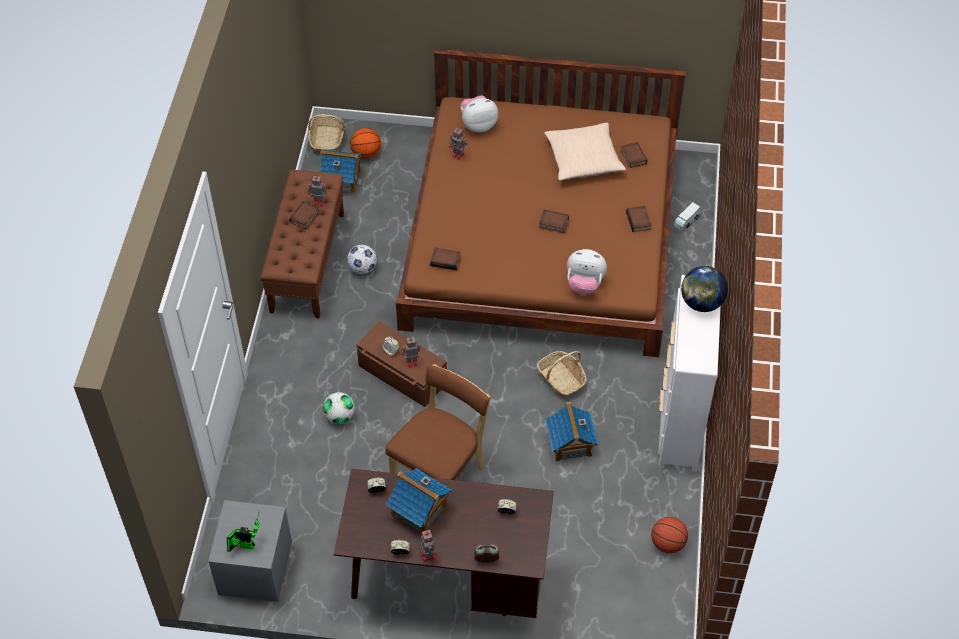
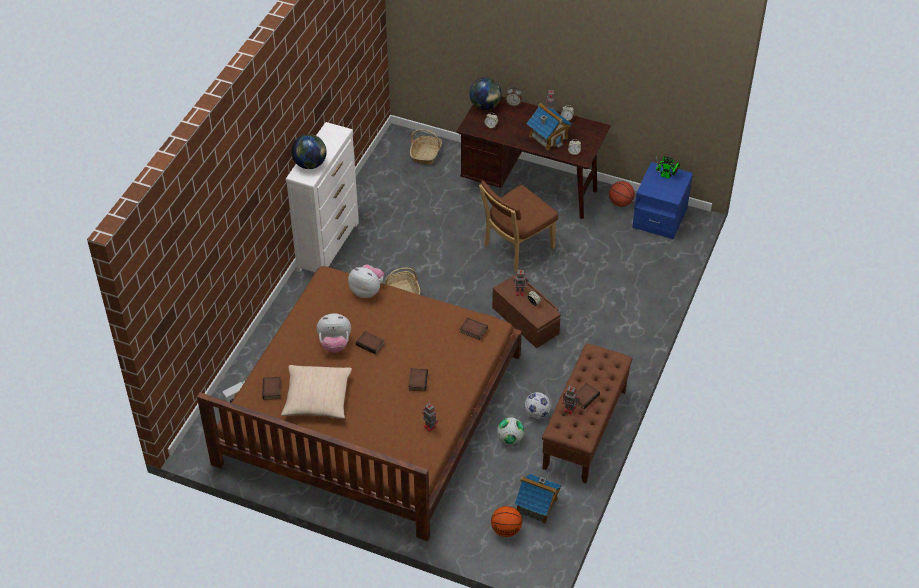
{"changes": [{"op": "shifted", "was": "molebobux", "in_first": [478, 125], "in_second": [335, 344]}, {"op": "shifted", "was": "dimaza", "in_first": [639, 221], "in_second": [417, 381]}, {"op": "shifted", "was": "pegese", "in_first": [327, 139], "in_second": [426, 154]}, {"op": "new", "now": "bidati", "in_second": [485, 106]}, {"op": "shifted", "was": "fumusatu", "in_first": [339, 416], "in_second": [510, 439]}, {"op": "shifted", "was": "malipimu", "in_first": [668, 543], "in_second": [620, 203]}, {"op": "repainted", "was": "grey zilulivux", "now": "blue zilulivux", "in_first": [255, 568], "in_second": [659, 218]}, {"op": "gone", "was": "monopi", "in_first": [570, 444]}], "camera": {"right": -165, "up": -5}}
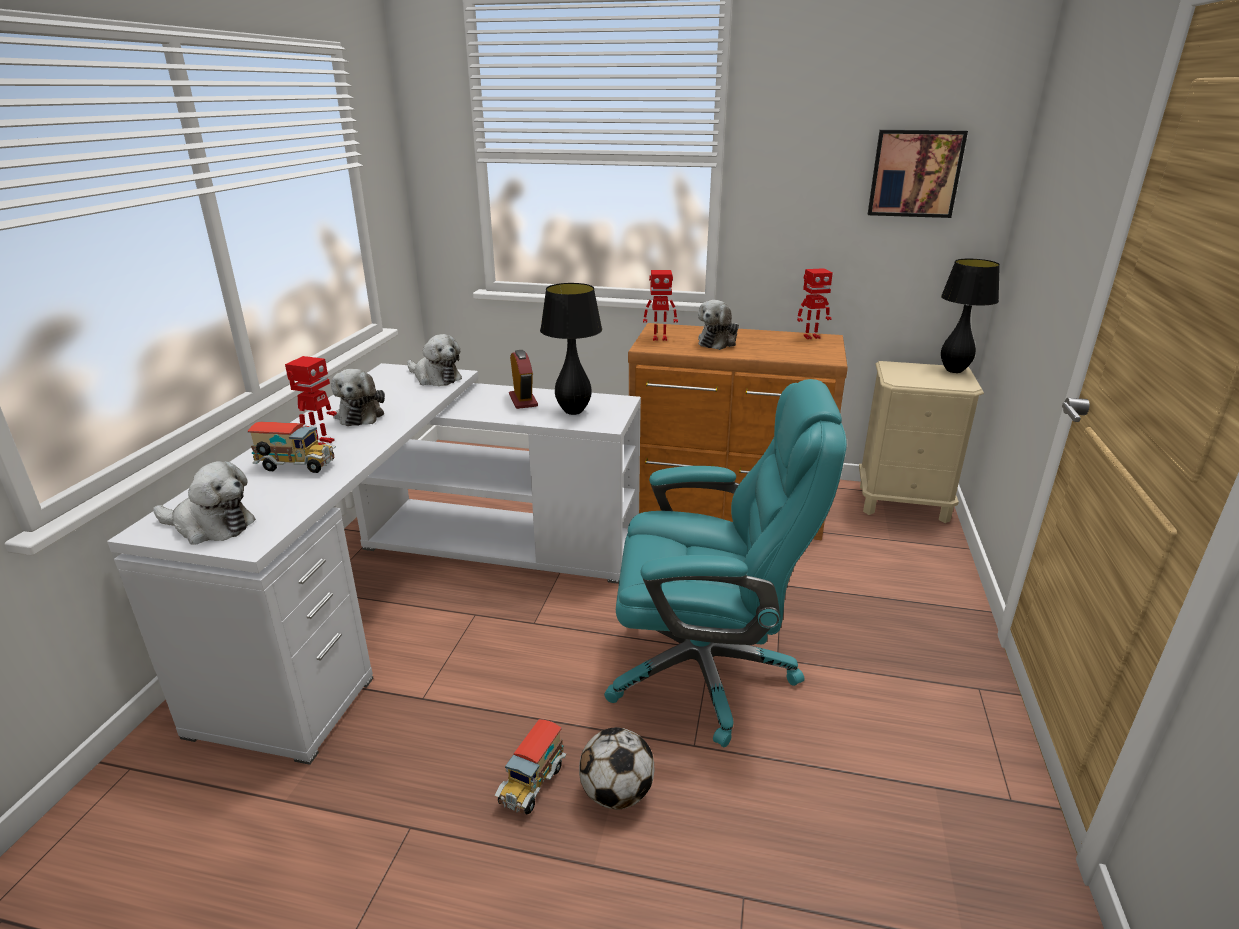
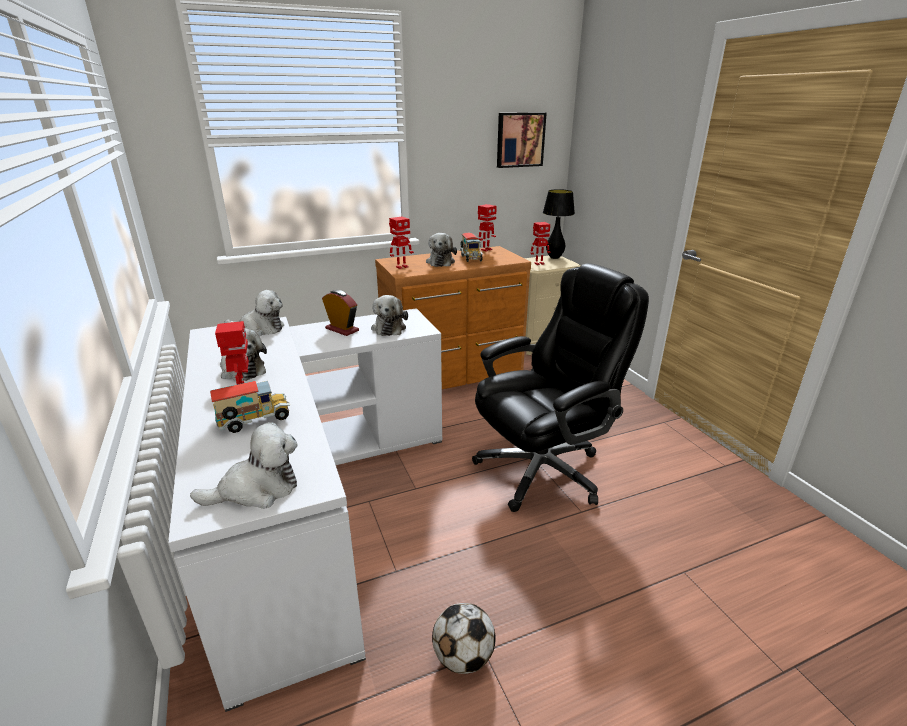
{"changes": [{"op": "swapped", "was": "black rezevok", "now": "molebobux", "in_first": [573, 411], "in_second": [389, 327]}, {"op": "shifted", "was": "fumusatu", "in_first": [616, 794], "in_second": [463, 657]}, {"op": "shifted", "was": "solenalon", "in_first": [531, 784], "in_second": [470, 258]}, {"op": "repainted", "was": "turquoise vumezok", "now": "black vumezok", "in_first": [705, 670], "in_second": [543, 469]}, {"op": "new", "now": "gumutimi", "in_second": [539, 263]}], "camera": {"right": -35, "up": 0}}
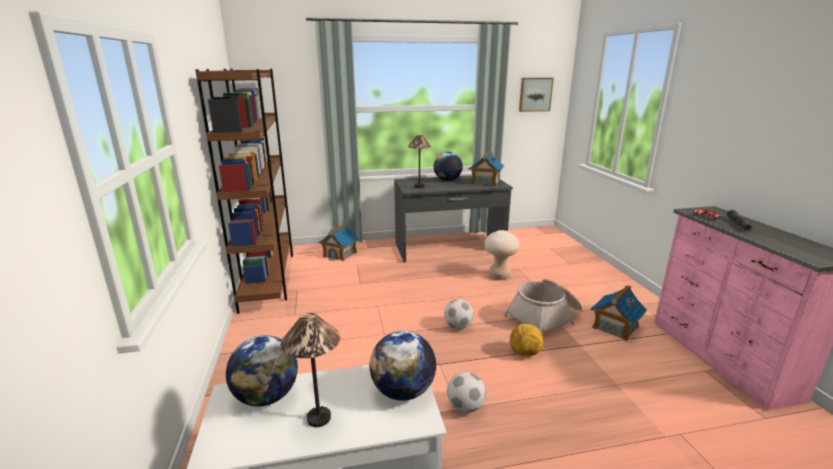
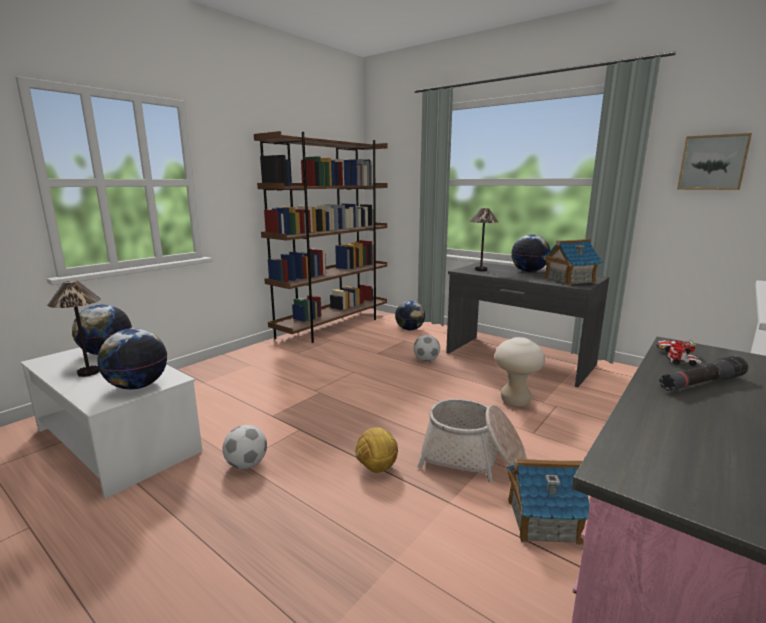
{"changes": [{"op": "swapped", "was": "monopi", "now": "bidati", "in_first": [340, 254], "in_second": [409, 329]}, {"op": "shifted", "was": "fumusatu", "in_first": [458, 326], "in_second": [426, 360]}], "camera": {"right": 50, "up": -5}}
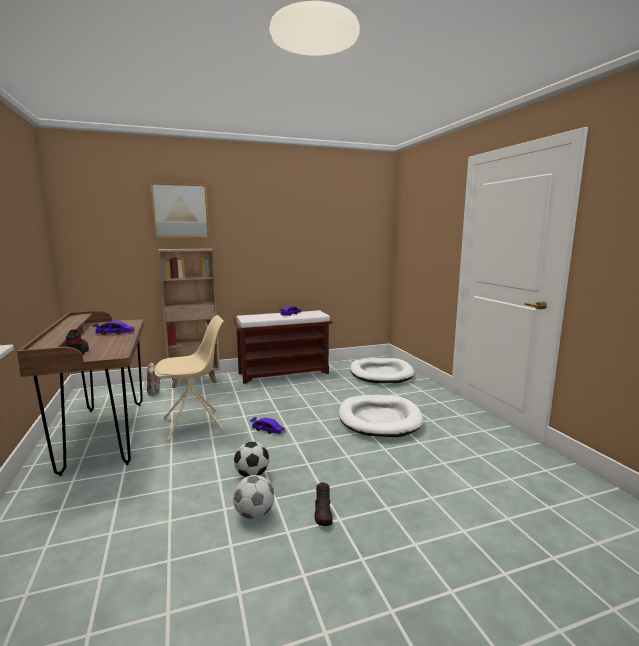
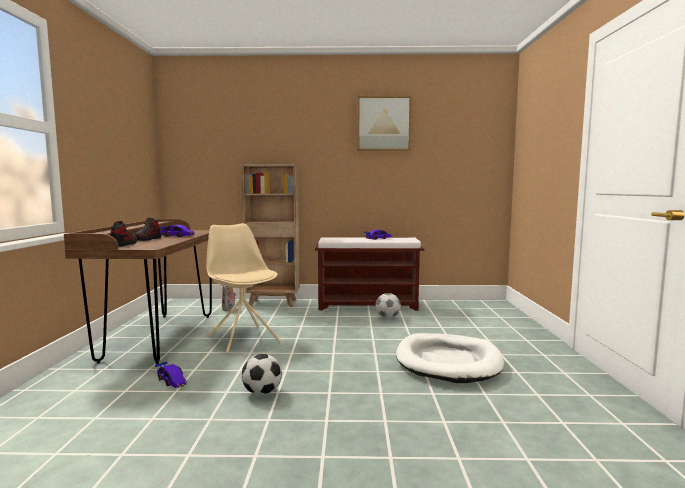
{"changes": [{"op": "shifted", "was": "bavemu", "in_first": [323, 513], "in_second": [147, 239]}, {"op": "shifted", "was": "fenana", "in_first": [267, 430], "in_second": [171, 381]}, {"op": "rotated", "was": "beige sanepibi", "in_first": [194, 424], "in_second": [243, 339], "clockwise": -120}, {"op": "shifted", "was": "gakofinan", "in_first": [180, 210], "in_second": [383, 124]}, {"op": "shifted", "was": "fumusatu", "in_first": [254, 514], "in_second": [388, 318]}, {"op": "gone", "was": "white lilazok", "in_first": [381, 373]}], "camera": {"right": 20, "up": -5}}
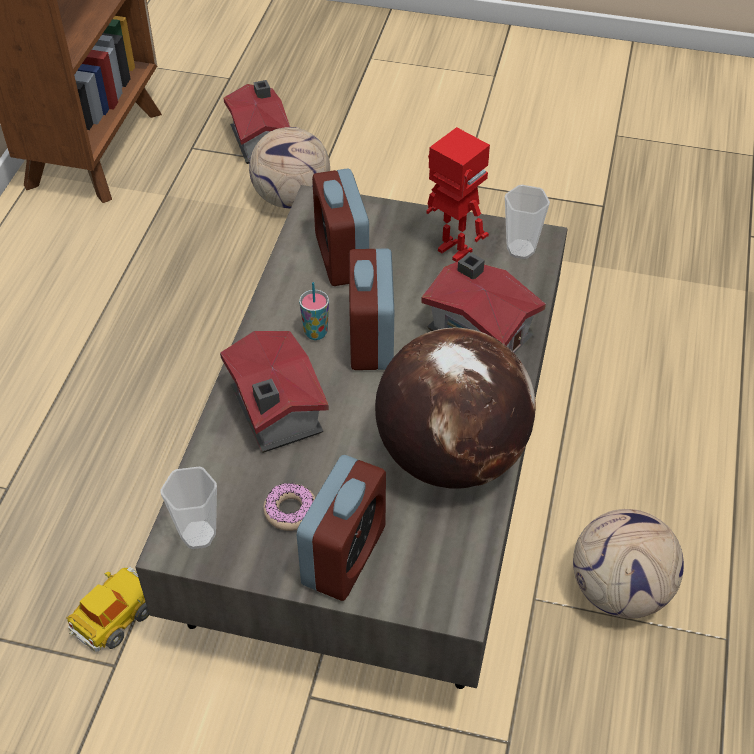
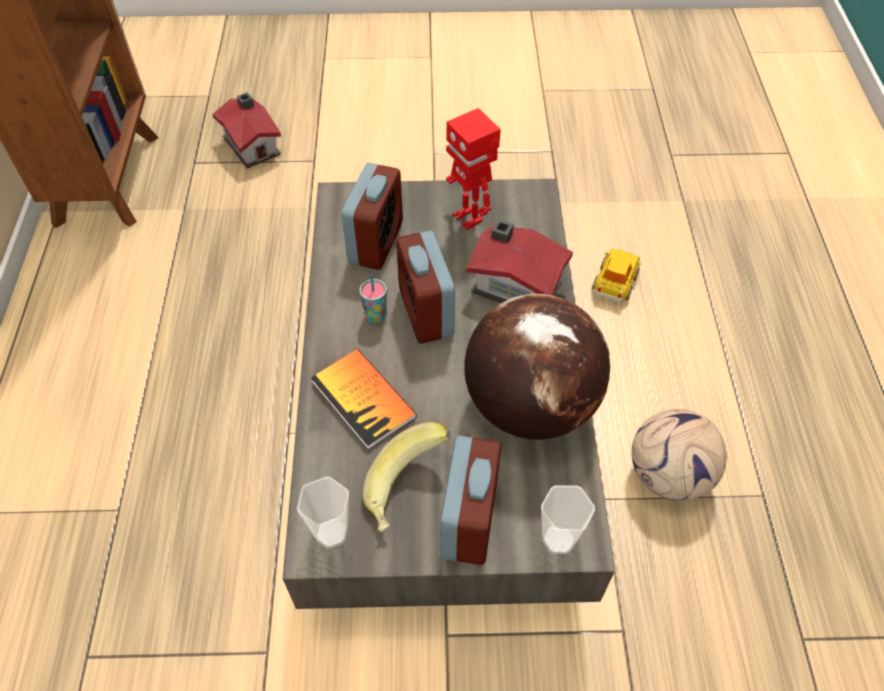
{"changes": [{"op": "swapped", "was": "monopi", "now": "dimaza", "in_first": [274, 413], "in_second": [363, 399]}, {"op": "rotated", "was": "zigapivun", "in_first": [341, 258], "in_second": [376, 242], "clockwise": -135}, {"op": "swapped", "was": "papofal", "now": "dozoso", "in_first": [290, 511], "in_second": [408, 489]}, {"op": "rotated", "was": "gumutimi", "in_first": [453, 251], "in_second": [469, 218], "clockwise": -150}, {"op": "shifted", "was": "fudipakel", "in_first": [520, 249], "in_second": [558, 539]}, {"op": "shifted", "was": "fenana", "in_first": [115, 616], "in_second": [615, 282]}, {"op": "gone", "was": "fumusatu", "in_first": [290, 198]}], "camera": {"right": -15, "up": 5}}
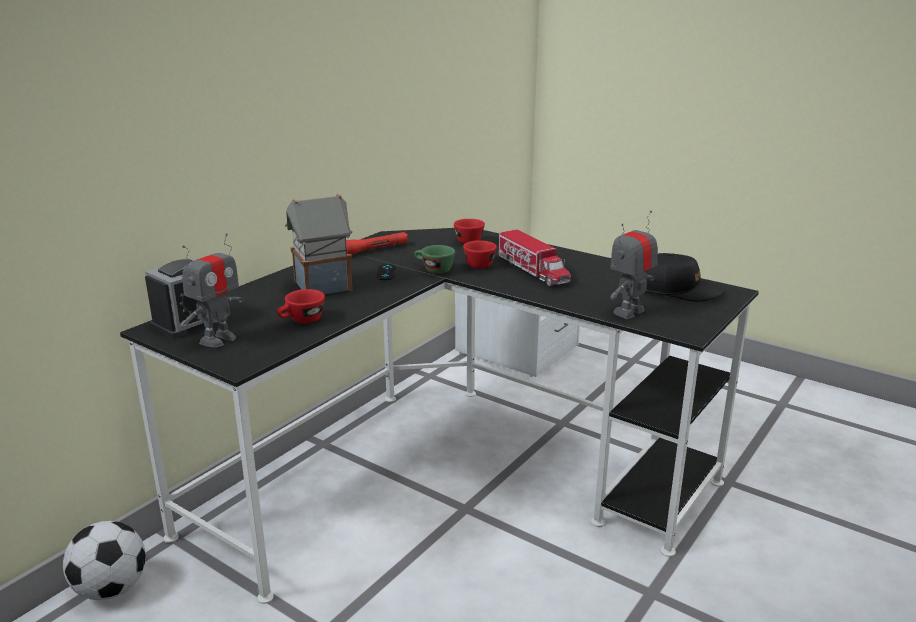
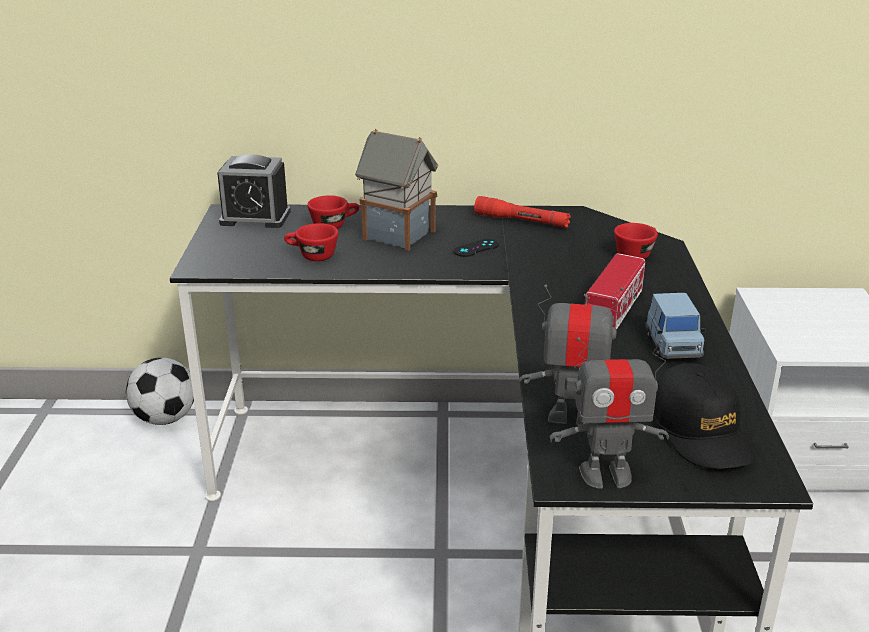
{"changes": [{"op": "shifted", "was": "red fudipakel", "in_first": [480, 264], "in_second": [334, 225]}, {"op": "shifted", "was": "gumutimi", "in_first": [218, 339], "in_second": [606, 474]}, {"op": "new", "now": "blue fenana", "in_second": [673, 346]}, {"op": "gone", "was": "green fudipakel", "in_first": [433, 270]}], "camera": {"right": 55, "up": 5}}
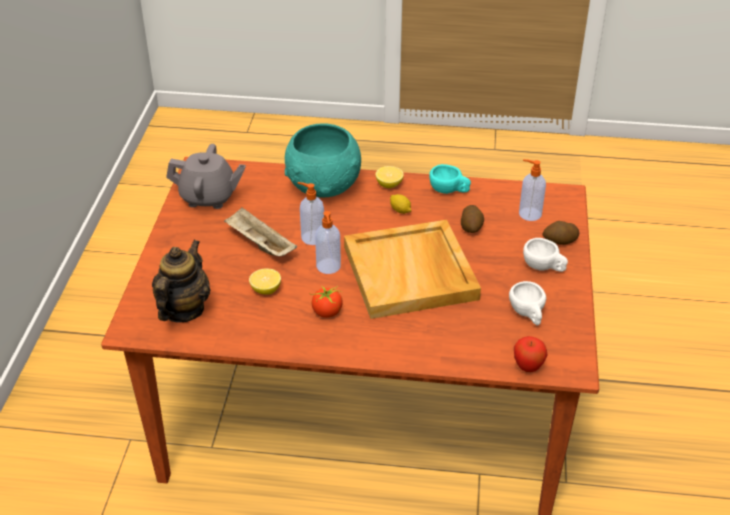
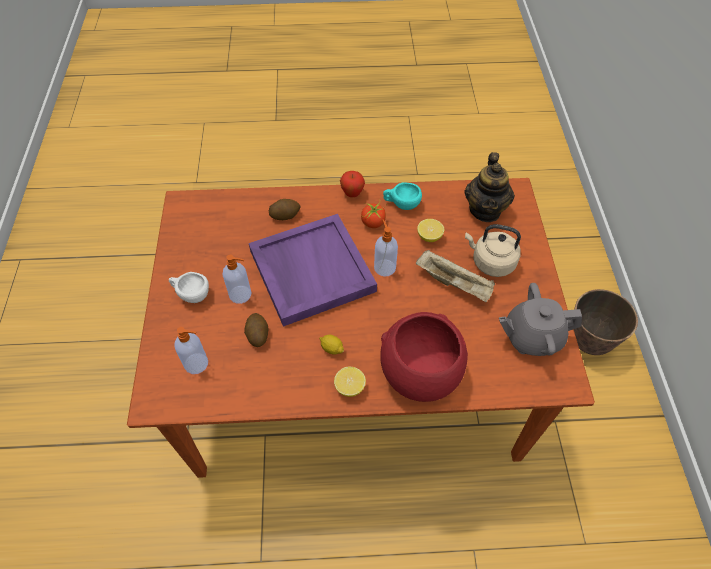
{"changes": [{"op": "shifted", "was": "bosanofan", "in_first": [312, 237], "in_second": [241, 294]}, {"op": "repainted", "was": "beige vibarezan", "now": "purple vibarezan", "in_first": [411, 273], "in_second": [310, 270]}, {"op": "shifted", "was": "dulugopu", "in_first": [559, 241], "in_second": [285, 215]}, {"op": "shifted", "was": "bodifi", "in_first": [527, 367], "in_second": [352, 193]}, {"op": "repainted", "was": "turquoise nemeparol", "now": "red nemeparol", "in_first": [324, 187], "in_second": [418, 372]}, {"op": "shifted", "was": "turquoise fudipakel", "in_first": [449, 190], "in_second": [401, 204]}, {"op": "new", "now": "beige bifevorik", "in_second": [491, 262]}, {"op": "new", "now": "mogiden", "in_second": [588, 342]}, {"op": "gone", "was": "white fudipakel", "in_first": [528, 314]}], "camera": {"right": 170, "up": 15}}
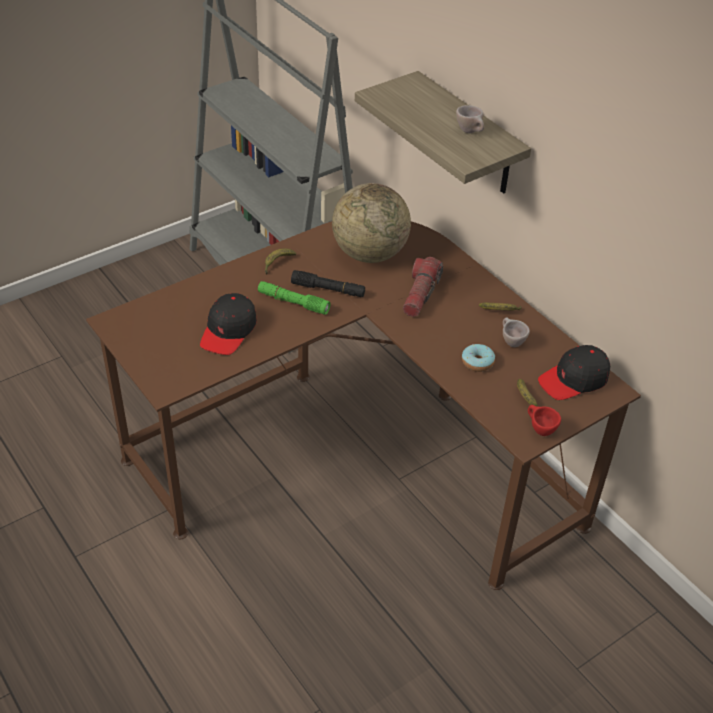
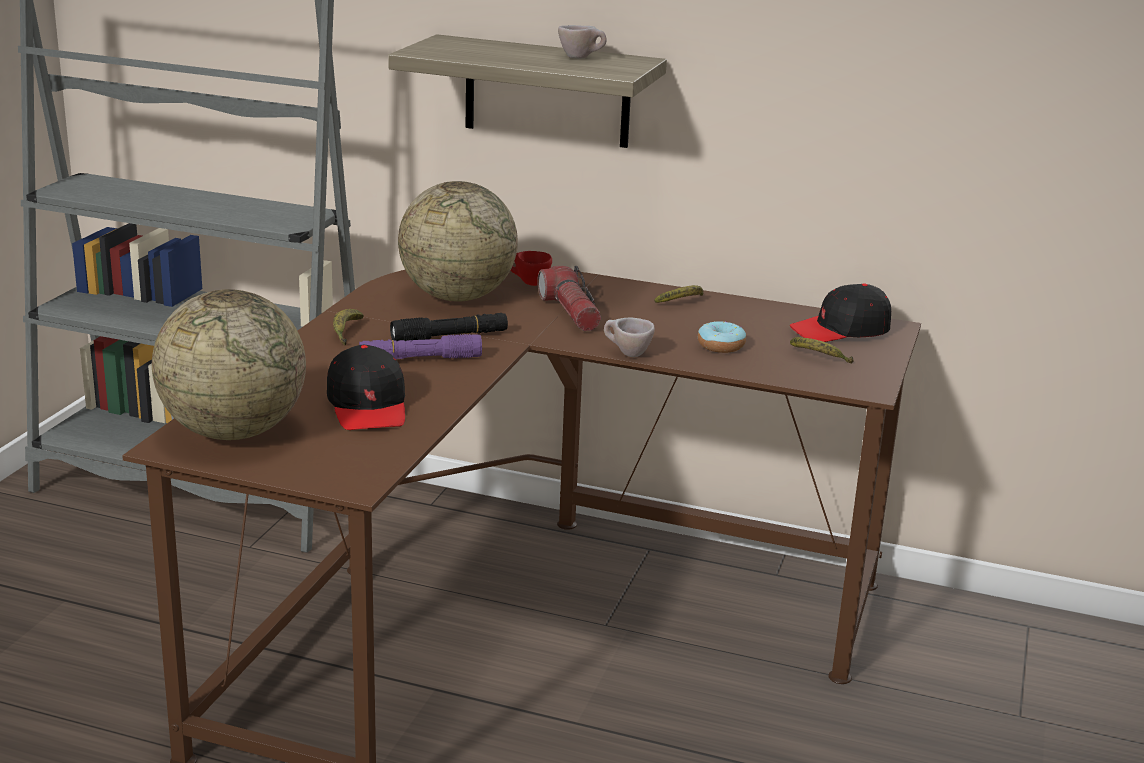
{"changes": [{"op": "new", "now": "bidati", "in_second": [233, 432]}, {"op": "repainted", "was": "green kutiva", "now": "purple kutiva", "in_first": [293, 302], "in_second": [420, 359]}, {"op": "shifted", "was": "red fudipakel", "in_first": [539, 429], "in_second": [527, 283]}, {"op": "shifted", "was": "beige fudipakel", "in_first": [510, 341], "in_second": [626, 353]}, {"op": "rotated", "was": "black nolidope", "in_first": [574, 380], "in_second": [841, 330], "clockwise": 45}], "camera": {"right": -35, "up": -20}}
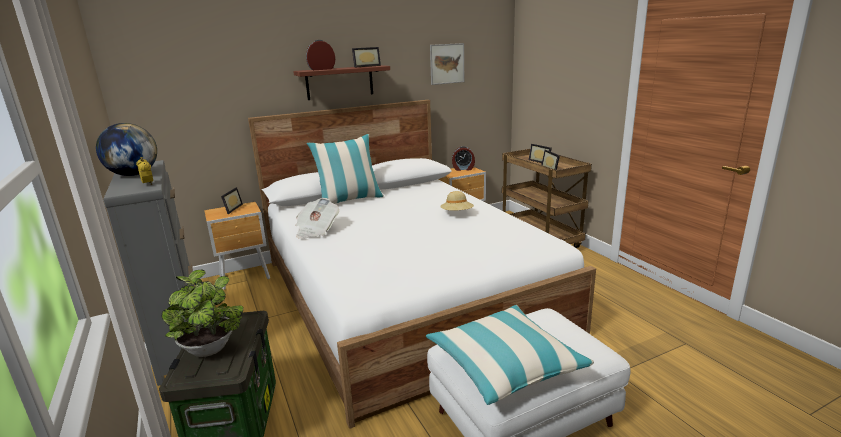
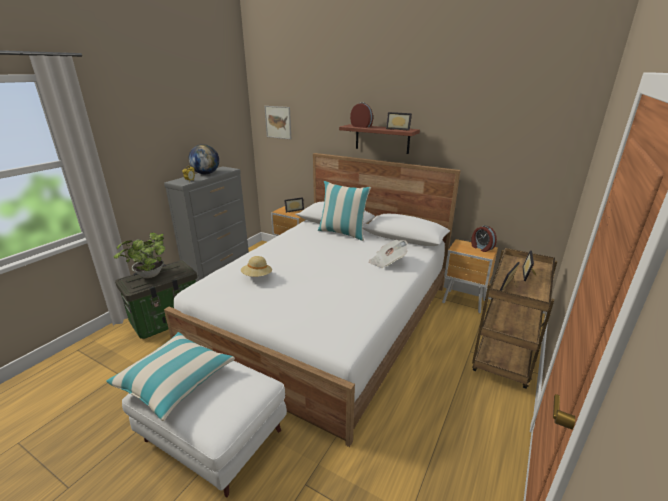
{"changes": [{"op": "shifted", "was": "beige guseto", "in_first": [457, 214], "in_second": [257, 276]}, {"op": "shifted", "was": "gakofinan", "in_first": [447, 63], "in_second": [278, 122]}, {"op": "shifted", "was": "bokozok", "in_first": [316, 230], "in_second": [387, 262]}], "camera": {"right": 55, "up": 5}}
